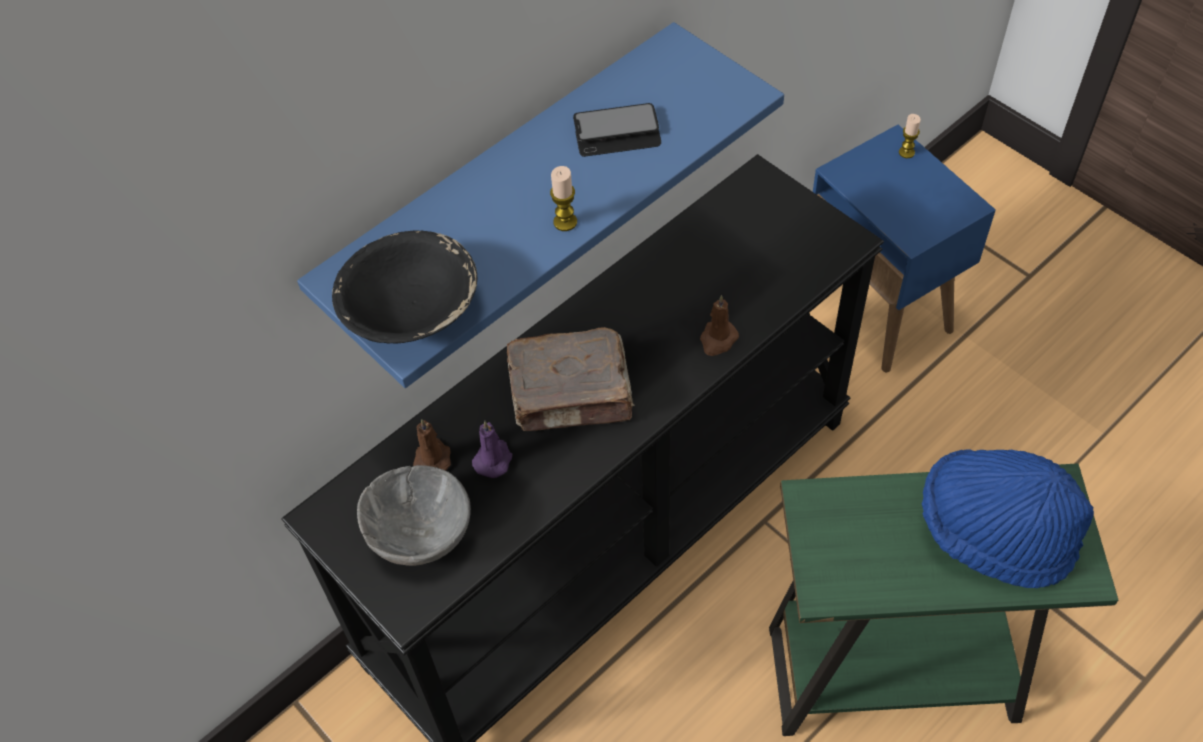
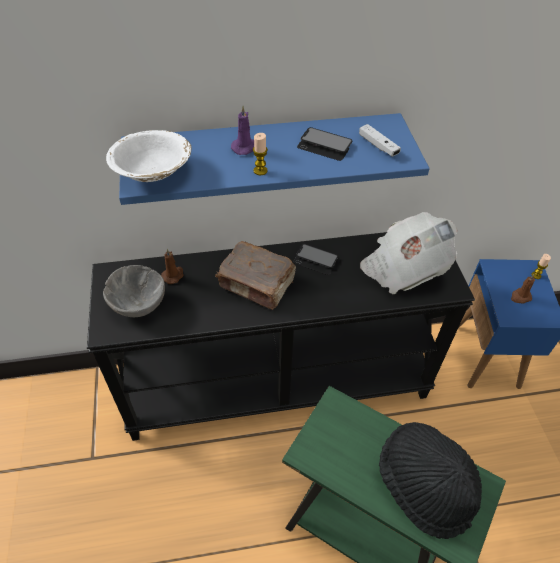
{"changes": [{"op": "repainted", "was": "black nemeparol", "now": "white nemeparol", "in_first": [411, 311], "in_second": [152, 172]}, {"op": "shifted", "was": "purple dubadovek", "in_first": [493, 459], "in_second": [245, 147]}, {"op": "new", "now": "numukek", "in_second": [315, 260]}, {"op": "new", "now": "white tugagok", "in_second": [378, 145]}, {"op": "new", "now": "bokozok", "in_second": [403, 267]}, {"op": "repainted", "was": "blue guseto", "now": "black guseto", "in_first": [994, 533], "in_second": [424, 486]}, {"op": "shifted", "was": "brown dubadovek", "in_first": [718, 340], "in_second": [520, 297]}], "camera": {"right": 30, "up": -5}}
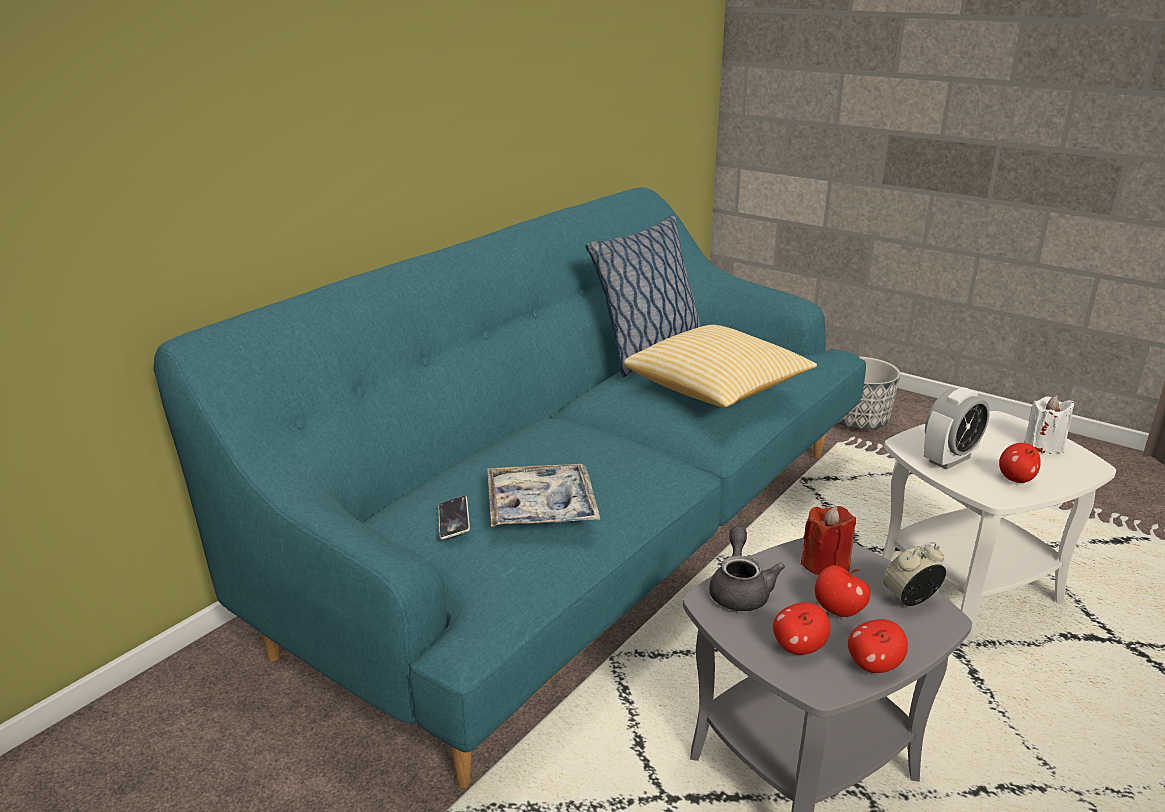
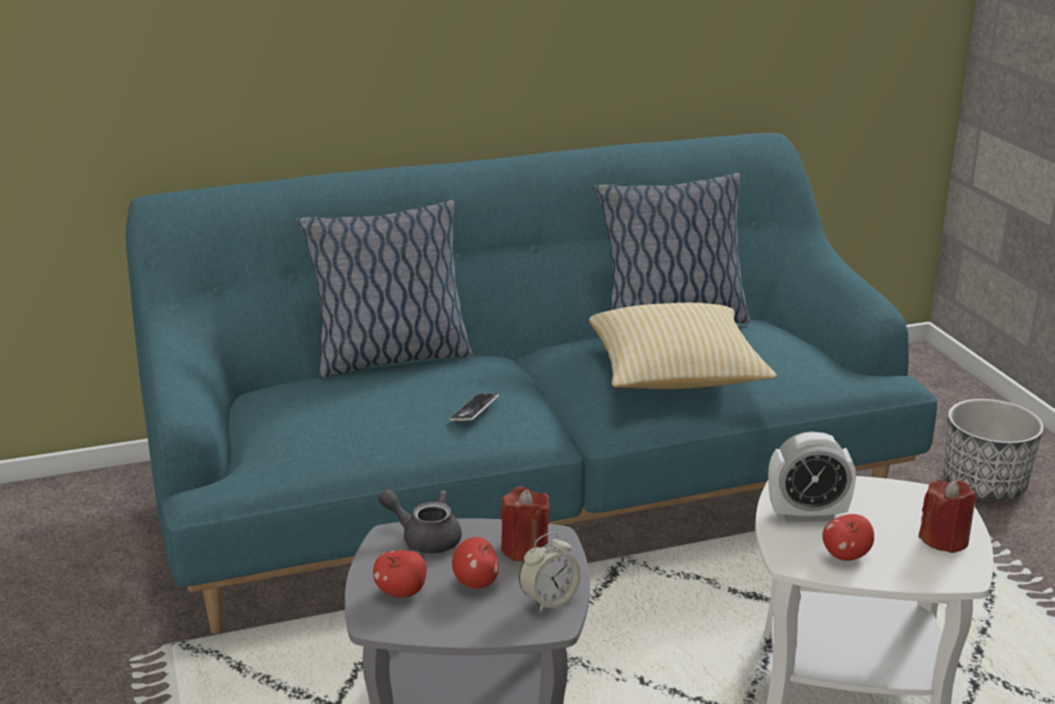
{"changes": [{"op": "new", "now": "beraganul", "in_second": [390, 358]}, {"op": "rotated", "was": "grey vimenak", "in_first": [740, 590], "in_second": [425, 538], "clockwise": -105}, {"op": "shifted", "was": "numukek", "in_first": [454, 521], "in_second": [474, 411]}, {"op": "rotated", "was": "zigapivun", "in_first": [910, 599], "in_second": [549, 600], "clockwise": 135}, {"op": "repainted", "was": "white dubadovek", "now": "red dubadovek", "in_first": [1043, 445], "in_second": [944, 539]}, {"op": "gone", "was": "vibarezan", "in_first": [541, 507]}, {"op": "gone", "was": "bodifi", "in_first": [873, 665]}], "camera": {"right": 35, "up": 0}}
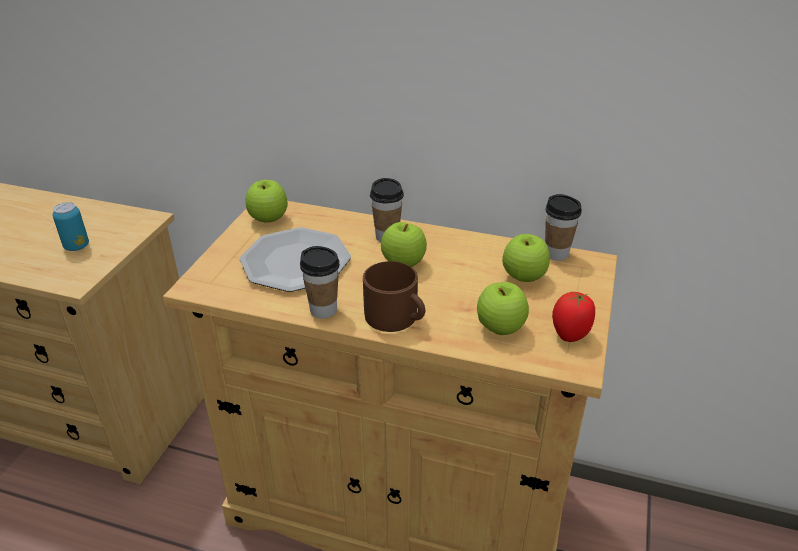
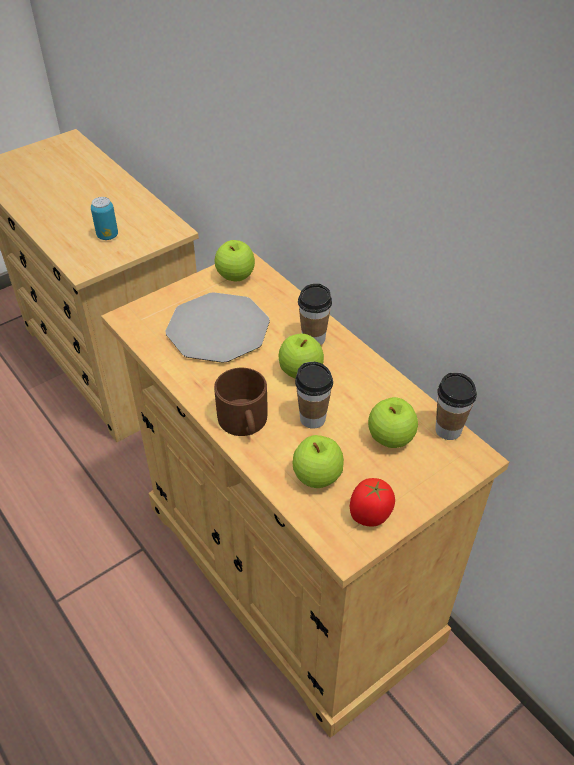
{"changes": [{"op": "shifted", "was": "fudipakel", "in_first": [323, 310], "in_second": [312, 419]}], "camera": {"right": 35, "up": 10}}
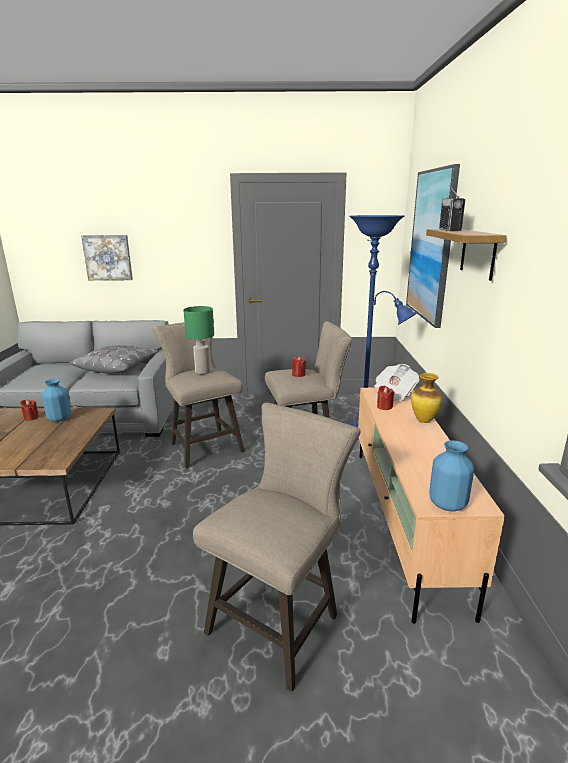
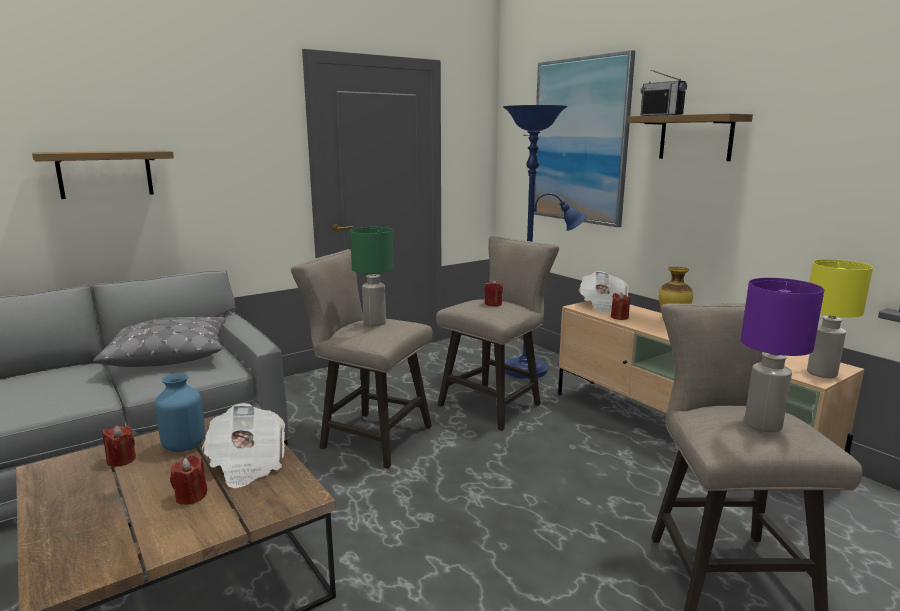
{"changes": [{"op": "swapped", "was": "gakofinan", "now": "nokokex", "in_first": [108, 257], "in_second": [105, 174]}, {"op": "new", "now": "red dubadovek", "in_second": [191, 496]}, {"op": "new", "now": "bokozok", "in_second": [247, 464]}, {"op": "new", "now": "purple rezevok", "in_second": [763, 425]}, {"op": "swapped", "was": "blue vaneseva", "now": "yellow rezevok", "in_first": [448, 504], "in_second": [822, 373]}], "camera": {"right": -35, "up": -5}}
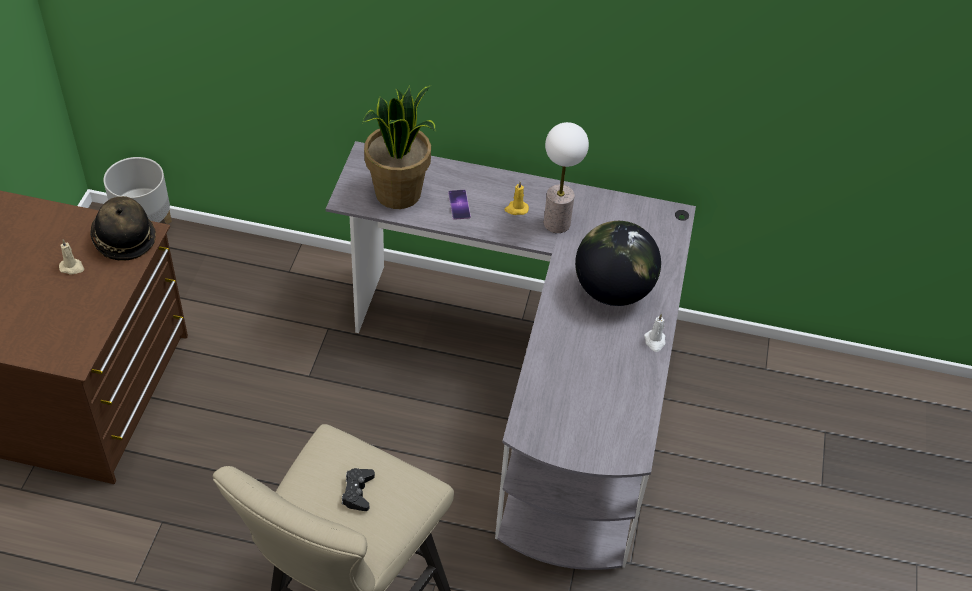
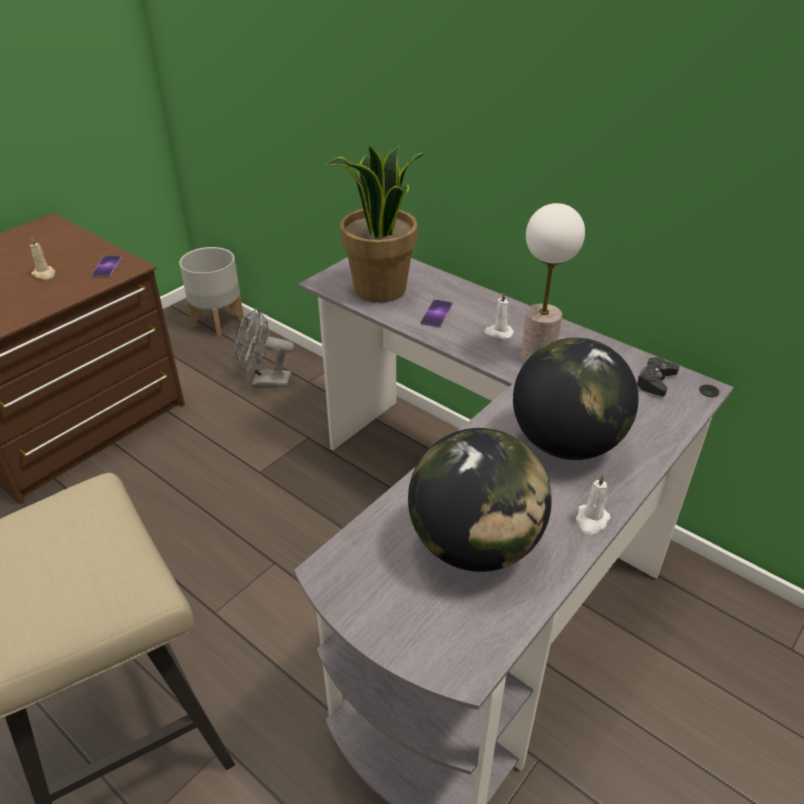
{"changes": [{"op": "swapped", "was": "guseto", "now": "numukek", "in_first": [123, 239], "in_second": [107, 266]}, {"op": "new", "now": "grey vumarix", "in_second": [265, 381]}, {"op": "new", "now": "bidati", "in_second": [474, 545]}, {"op": "repainted", "was": "yellow dubadovek", "now": "white dubadovek", "in_first": [516, 209], "in_second": [498, 333]}, {"op": "shifted", "was": "black tugagok", "in_first": [358, 492], "in_second": [655, 381]}], "camera": {"right": 30, "up": -10}}
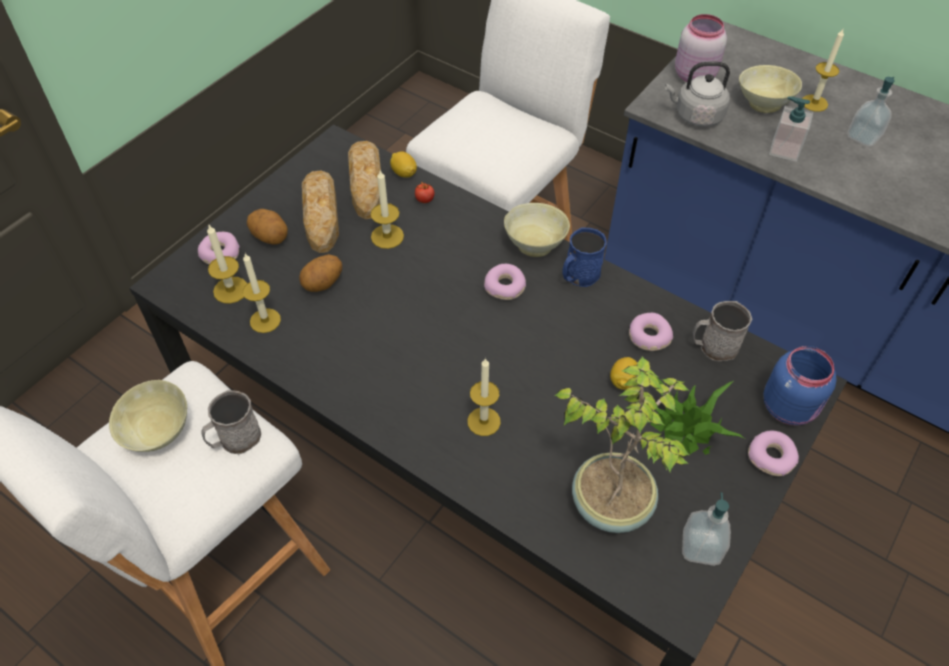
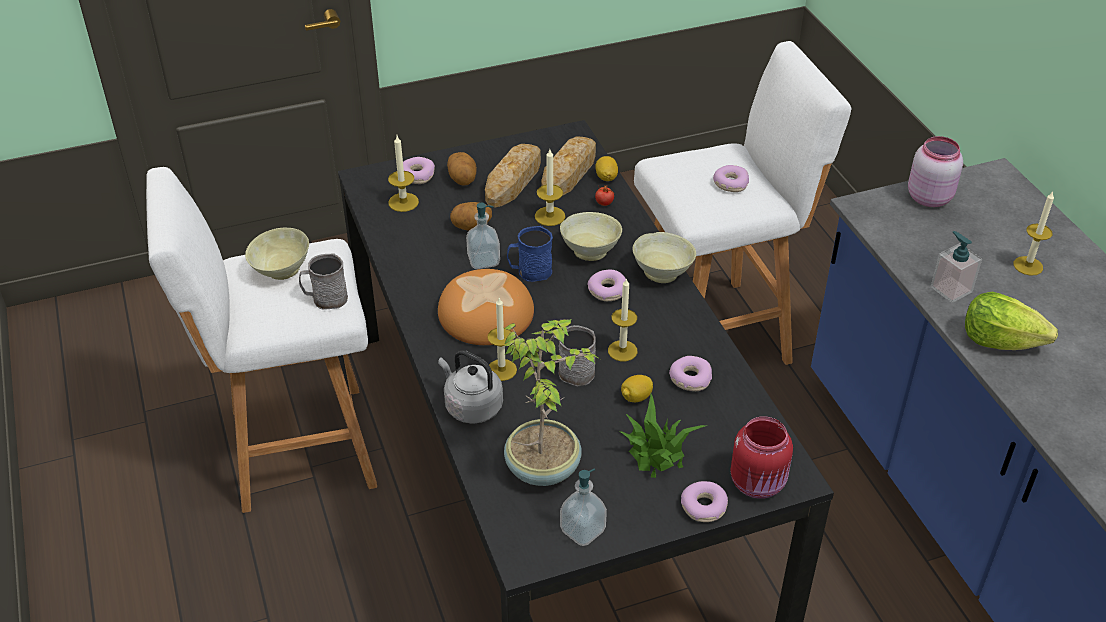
{"changes": [{"op": "new", "now": "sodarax", "in_second": [486, 314]}, {"op": "shifted", "was": "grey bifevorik", "in_first": [696, 116], "in_second": [471, 406]}, {"op": "shifted", "was": "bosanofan", "in_first": [863, 137], "in_second": [483, 260]}, {"op": "shifted", "was": "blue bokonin", "in_first": [578, 276], "in_second": [530, 271]}, {"op": "shifted", "was": "grey bokonin", "in_first": [713, 347], "in_second": [571, 371]}, {"op": "shifted", "was": "beige nemeparol", "in_first": [763, 103], "in_second": [591, 251]}, {"op": "shifted", "was": "dubadovek", "in_first": [265, 320], "in_second": [622, 351]}, {"op": "new", "now": "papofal", "in_second": [730, 183]}, {"op": "repainted", "was": "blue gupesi", "now": "red gupesi", "in_first": [790, 407], "in_second": [759, 483]}, {"op": "new", "now": "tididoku", "in_second": [999, 341]}], "camera": {"right": 35, "up": -10}}
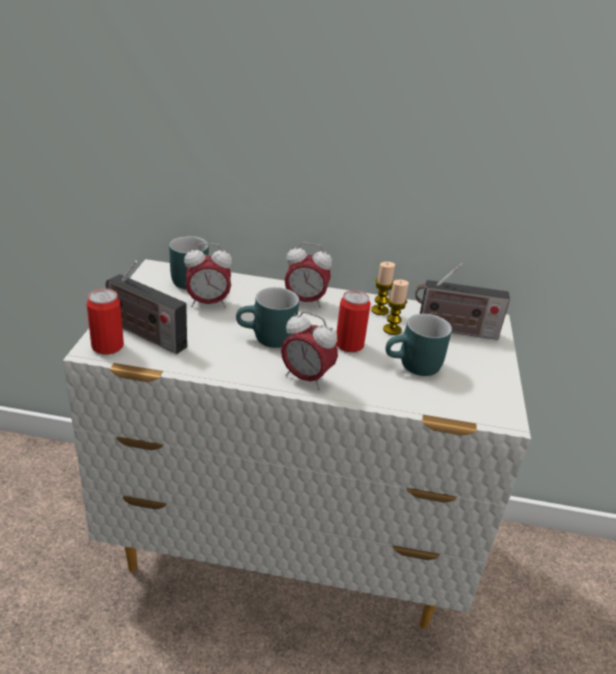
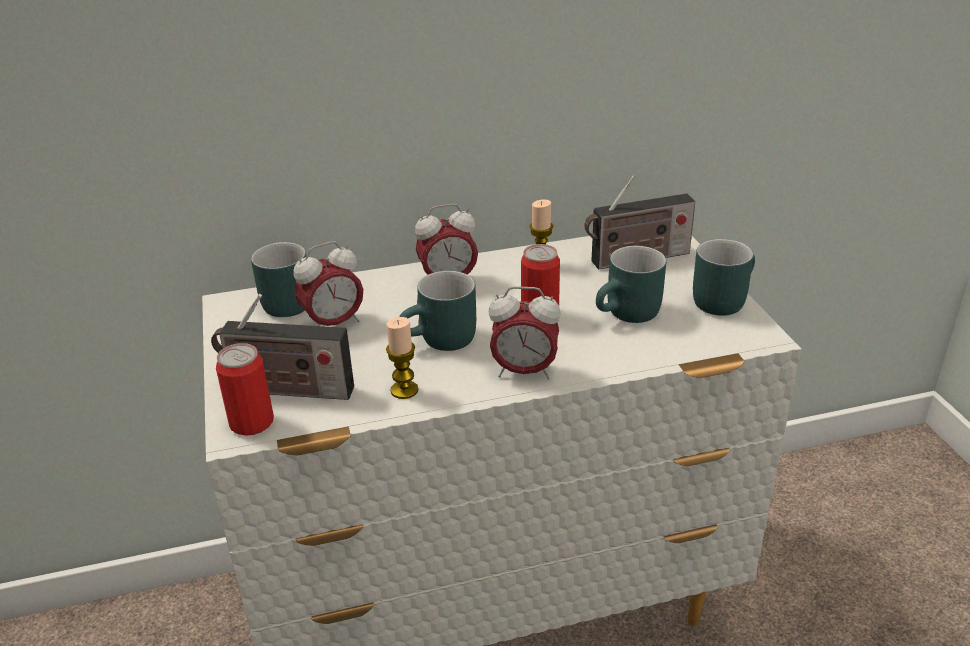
{"changes": [{"op": "shifted", "was": "dubadovek", "in_first": [392, 329], "in_second": [404, 390]}, {"op": "new", "now": "turquoise bokonin", "in_second": [720, 299]}], "camera": {"right": -20, "up": 0}}
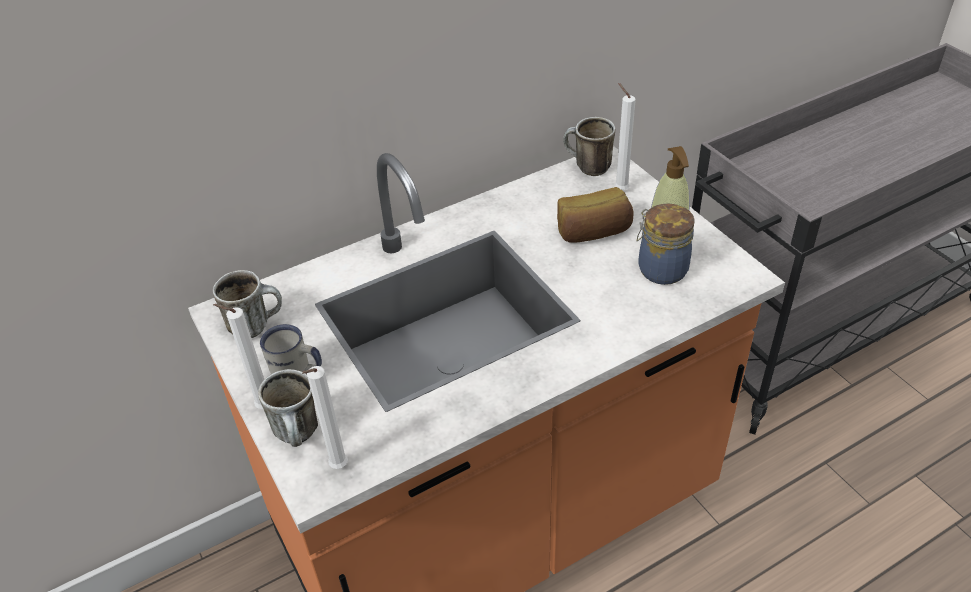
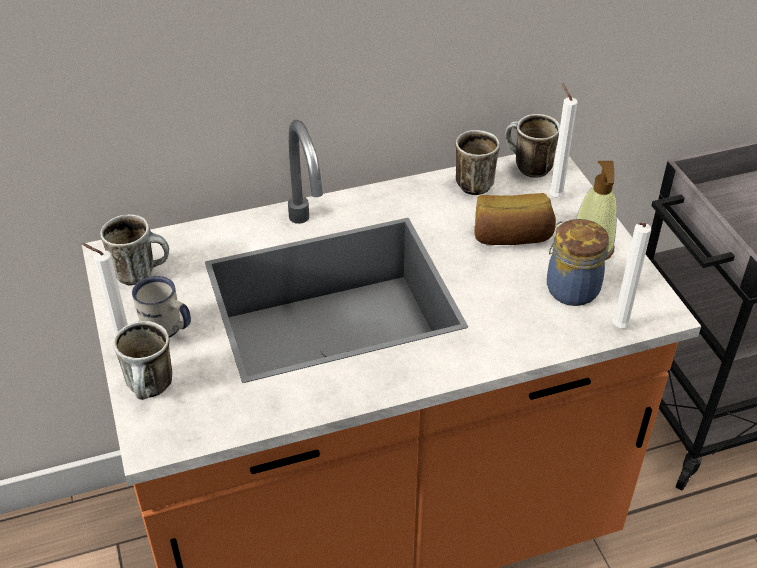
{"changes": [{"op": "new", "now": "bokonin", "in_second": [475, 181]}, {"op": "shifted", "was": "white dubadovek", "in_first": [337, 468], "in_second": [618, 328]}], "camera": {"right": 10, "up": 0}}
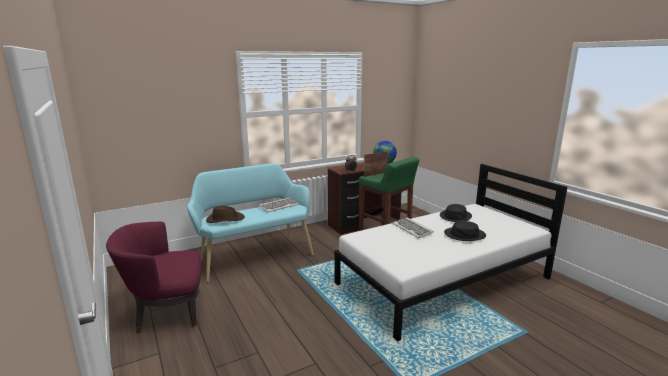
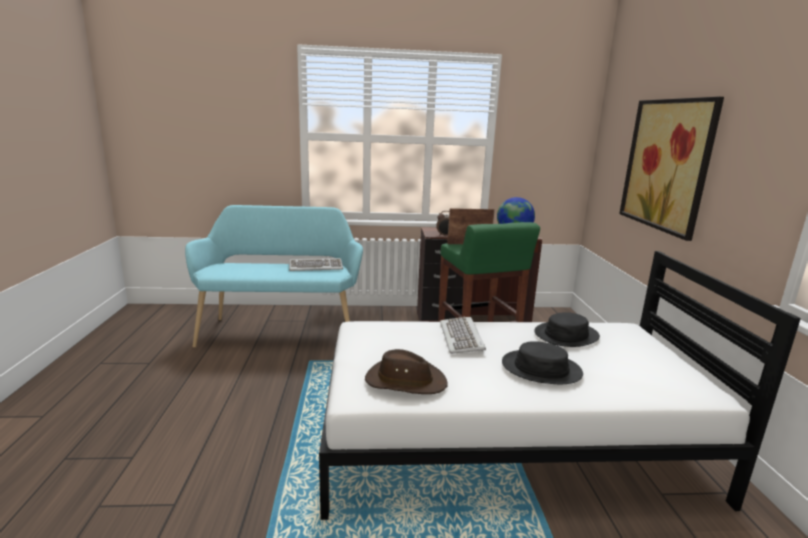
{"changes": [{"op": "shifted", "was": "brown guseto", "in_first": [225, 219], "in_second": [405, 381]}, {"op": "new", "now": "gakofinan", "in_second": [666, 165]}, {"op": "gone", "was": "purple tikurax", "in_first": [166, 312]}], "camera": {"right": 25, "up": 0}}
